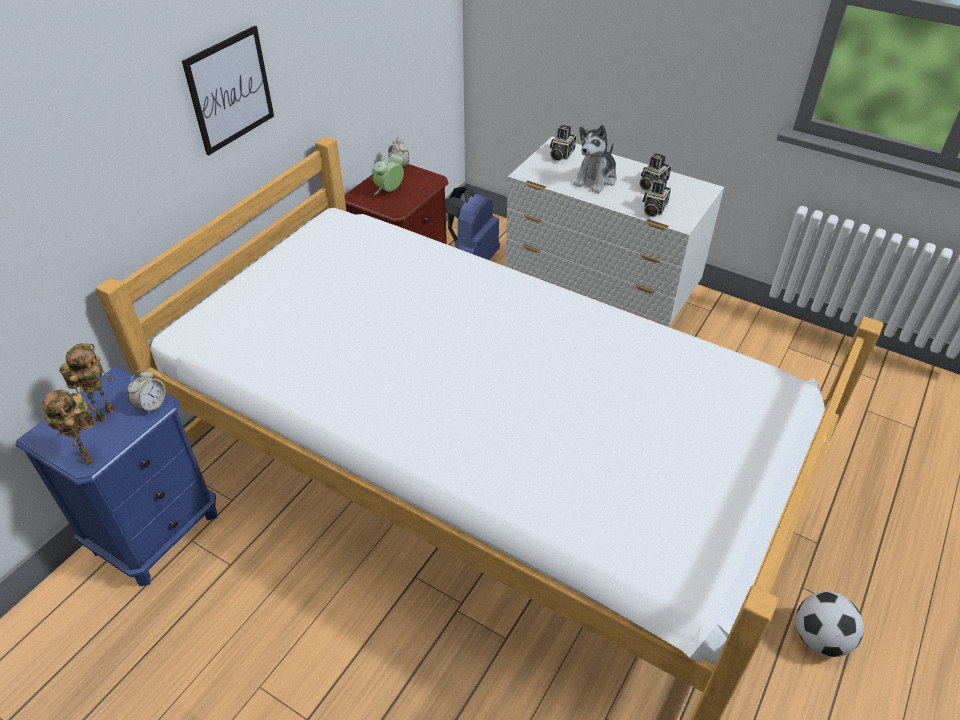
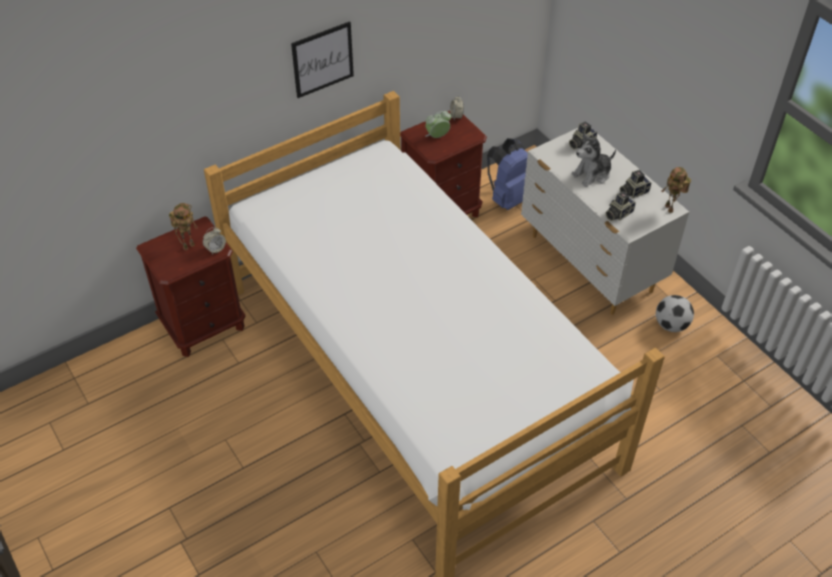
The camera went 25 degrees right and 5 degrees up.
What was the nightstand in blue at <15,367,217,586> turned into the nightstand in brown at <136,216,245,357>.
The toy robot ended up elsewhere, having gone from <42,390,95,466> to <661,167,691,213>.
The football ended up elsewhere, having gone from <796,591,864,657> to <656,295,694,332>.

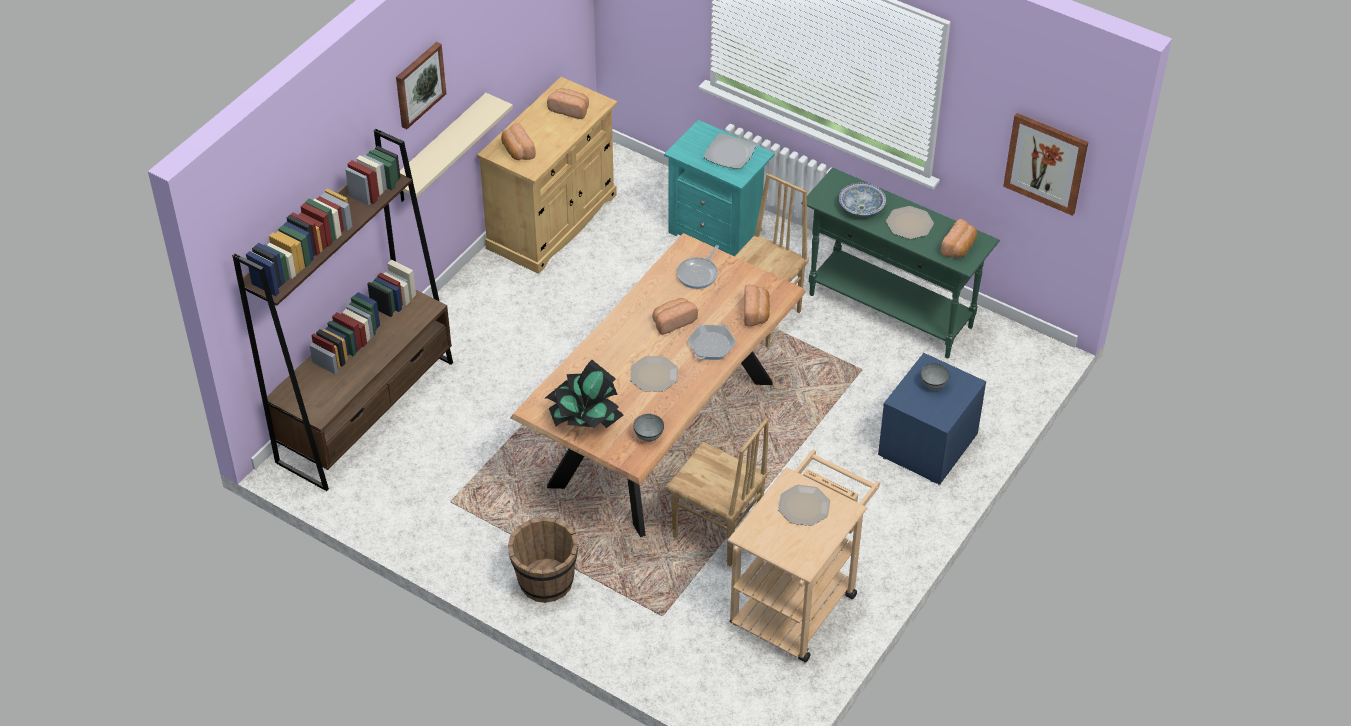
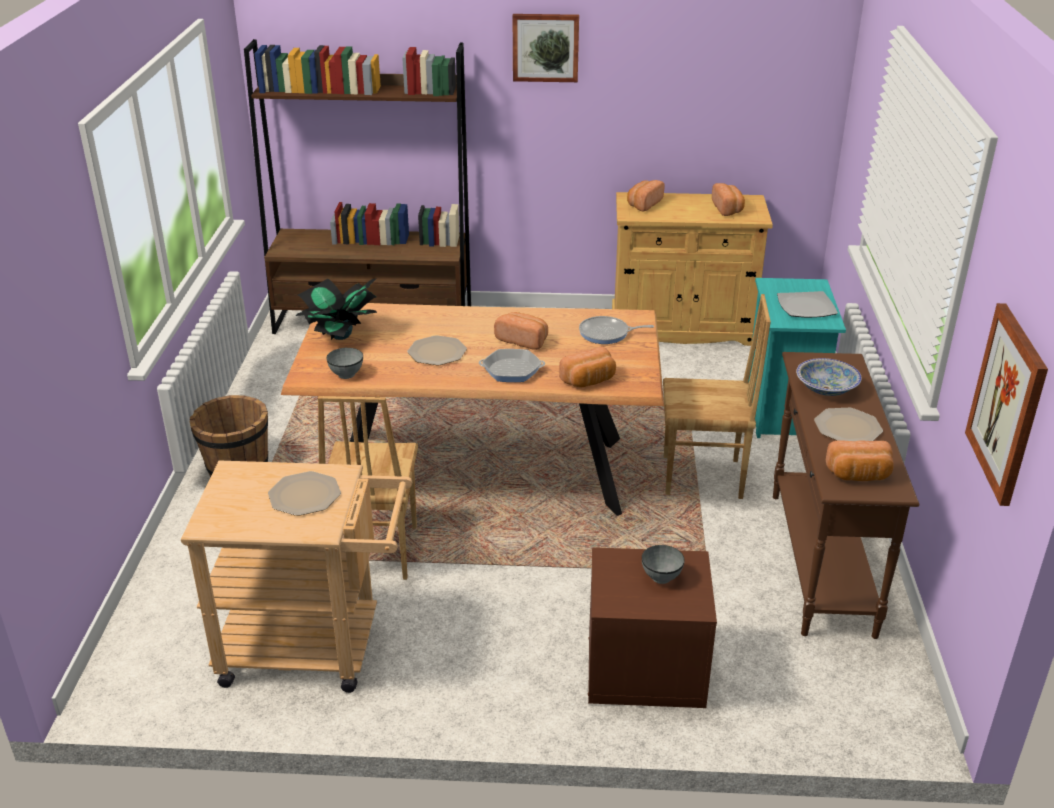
The camera went 60 degrees right and 15 degrees down.
The second view lost the shelf in beige at <400,93,513,202>.
What was the console table in green at <801,168,1000,358> turned into the console table in brown at <773,352,919,639>.
What was the nightstand in blue at <878,353,986,485> turned into the nightstand in brown at <588,547,717,708>.

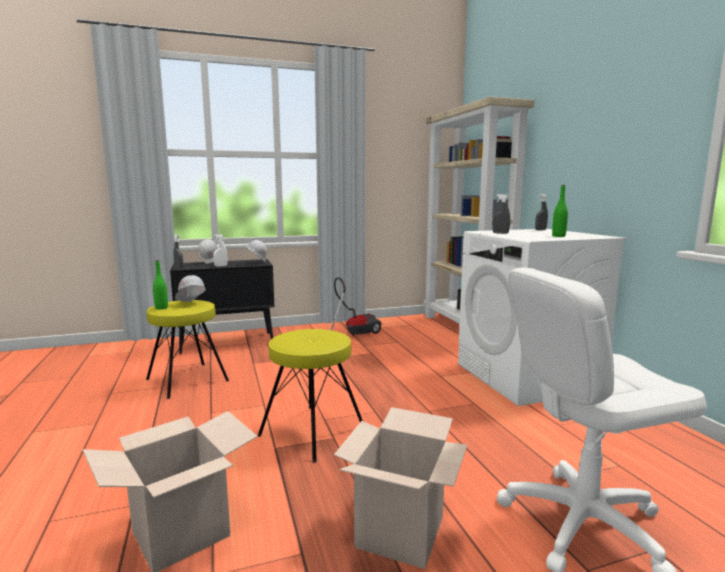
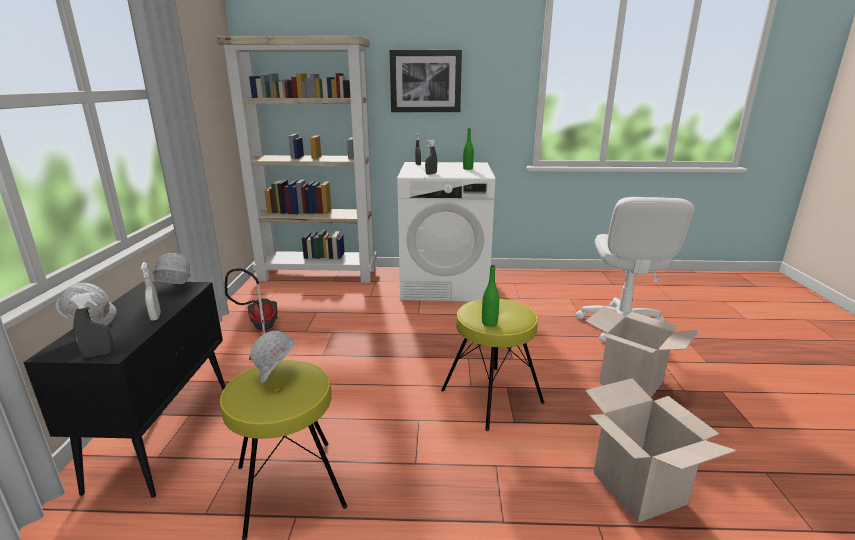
The camera went 70 degrees left and 10 degrees up.
The bottle in green ended up elsewhere, having gone from <153,260,168,310> to <482,265,499,327>.
The second view gained the picture at <389,50,462,112>.

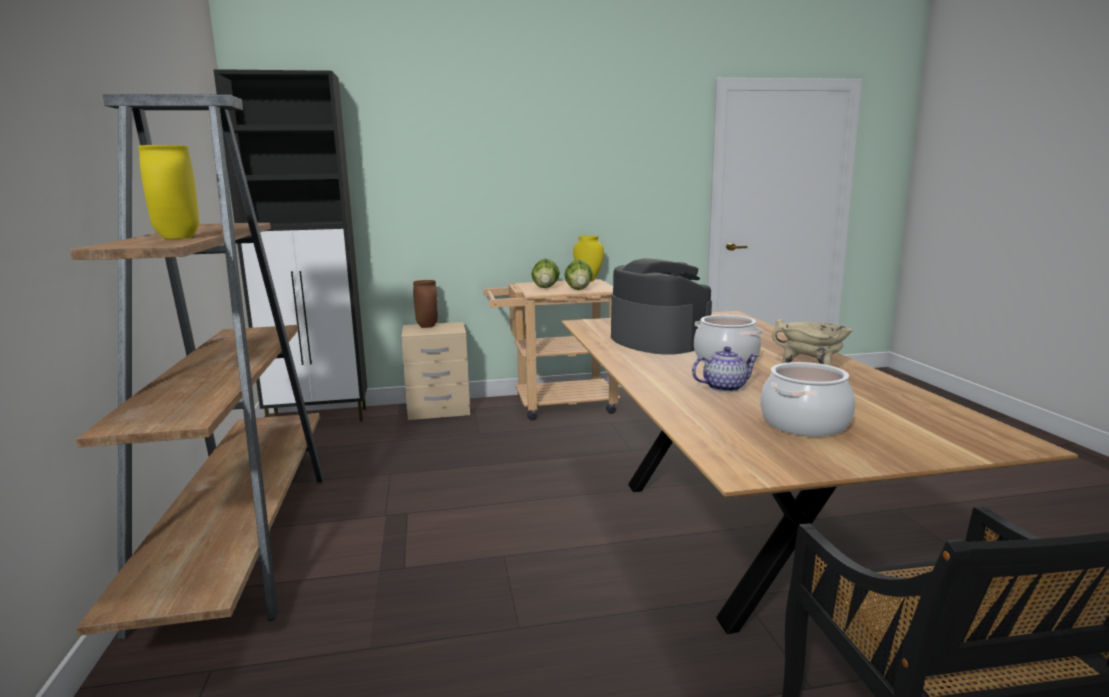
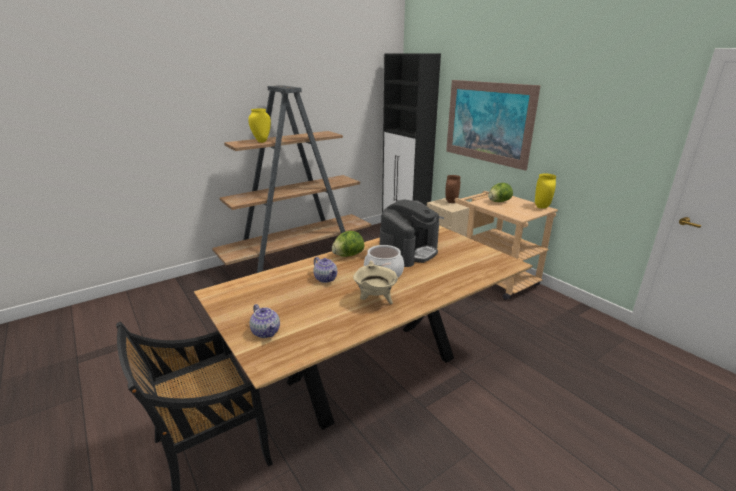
The camera went 65 degrees right and 10 degrees up.
The lettuce ended up elsewhere, having gone from <564,260,593,290> to <332,231,364,257>.
The second view lost the cooking pot at <760,362,855,437>.
The second view gained the picture at <446,80,540,171>.
The second view gained the teapot at <249,304,280,338>.

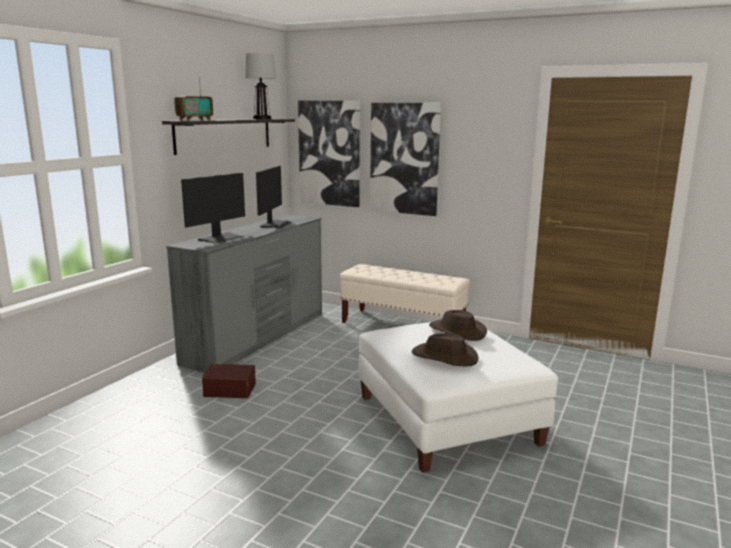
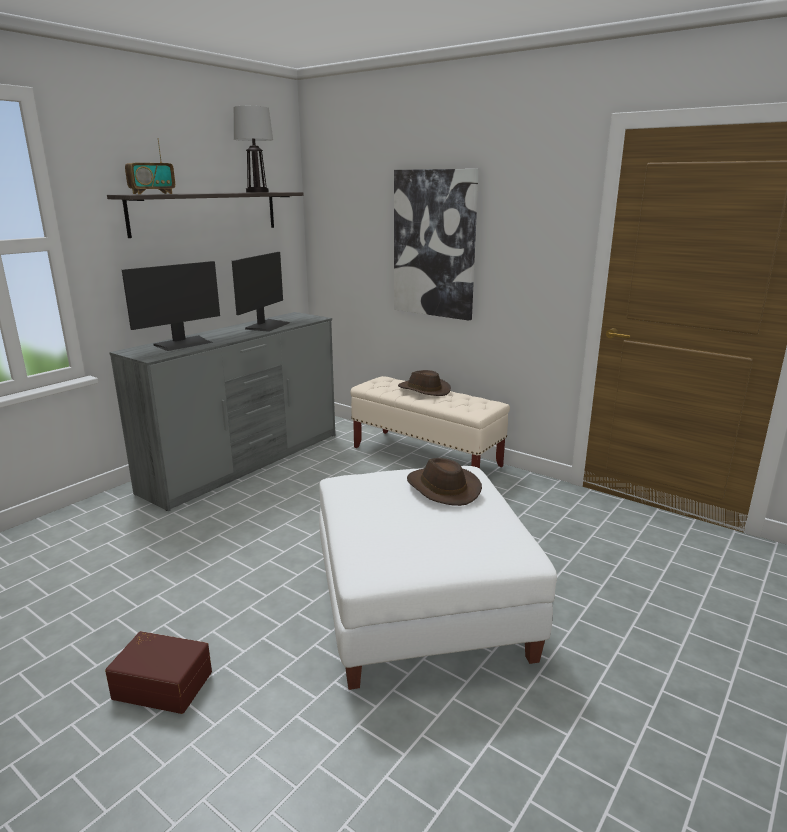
The camera went 10 degrees right and 5 degrees up.
The second view lost the picture at <298,101,360,207>.
The hat in brown ended up elsewhere, having gone from <412,333,478,366> to <398,370,451,396>.
The storage box in brown ended up elsewhere, having gone from <202,364,256,398> to <105,631,212,714>.

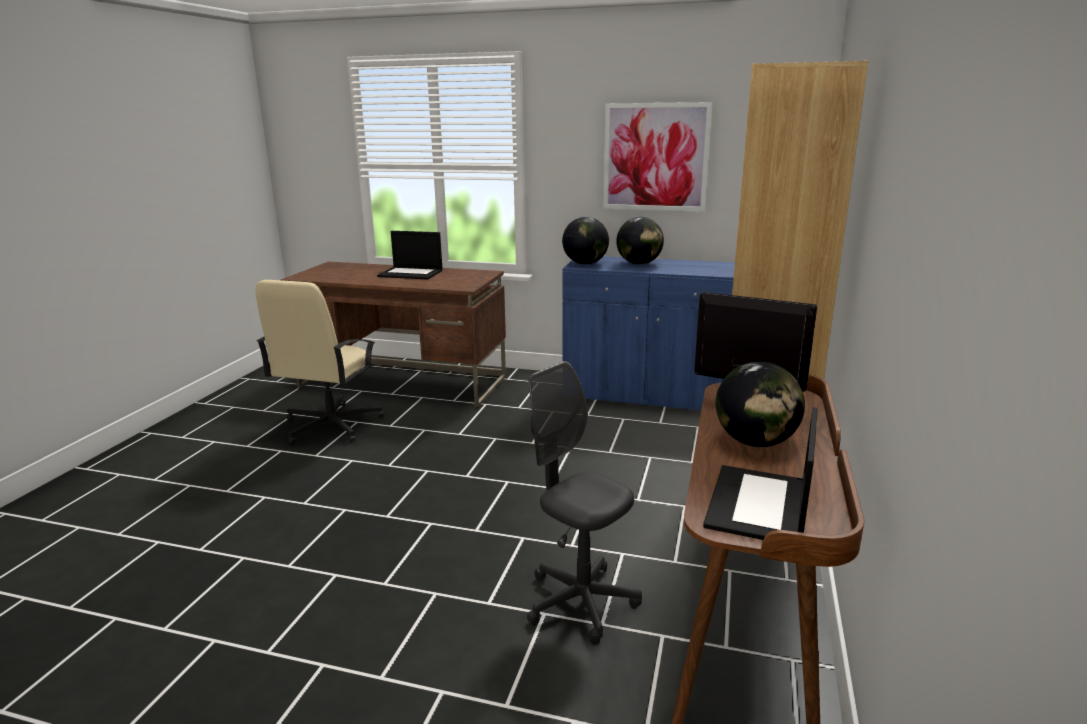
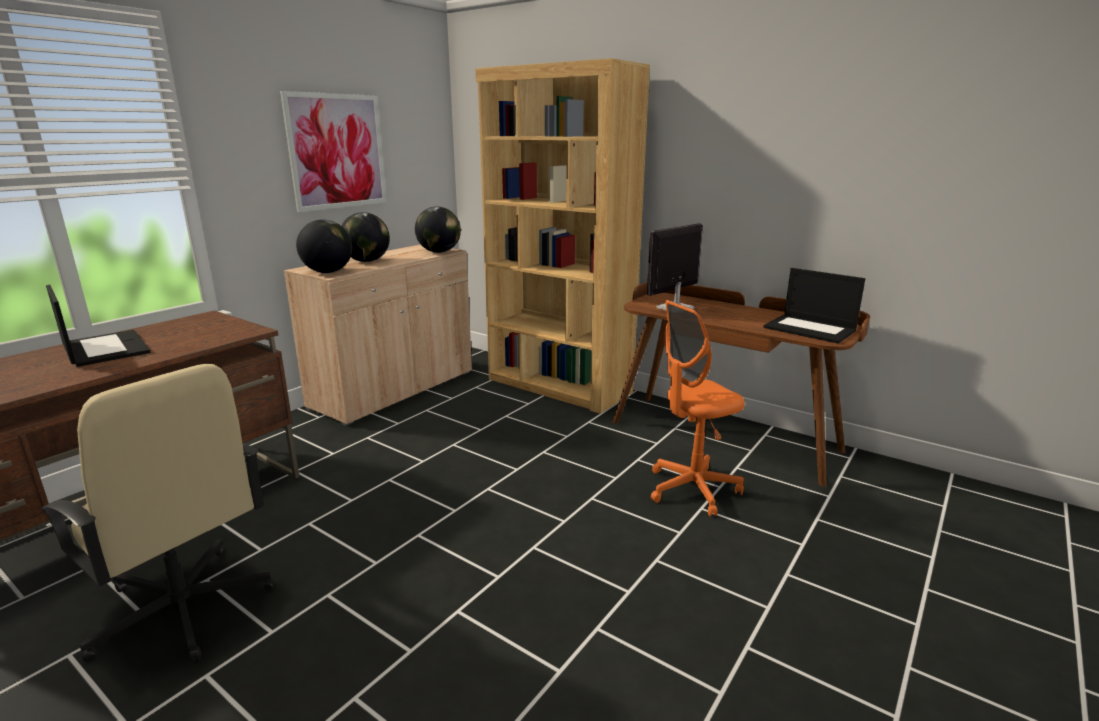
The camera went 70 degrees left and 0 degrees up.
The laptop at <377,231,442,279> ended up facing another way, 75 degrees counterclockwise from before.
What was the cabinet in blue at <562,256,735,410> turned into the cabinet in beige at <284,244,472,426>.
What was the office chair in grey at <527,361,642,645> turned into the office chair in orange at <651,300,744,516>.
The globe ended up elsewhere, having gone from <716,362,805,447> to <415,206,461,253>.

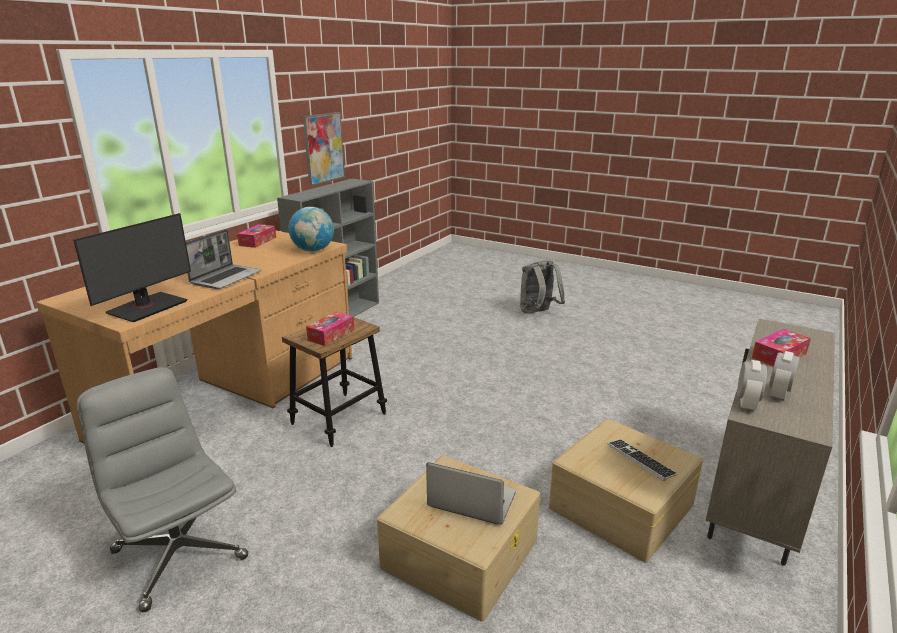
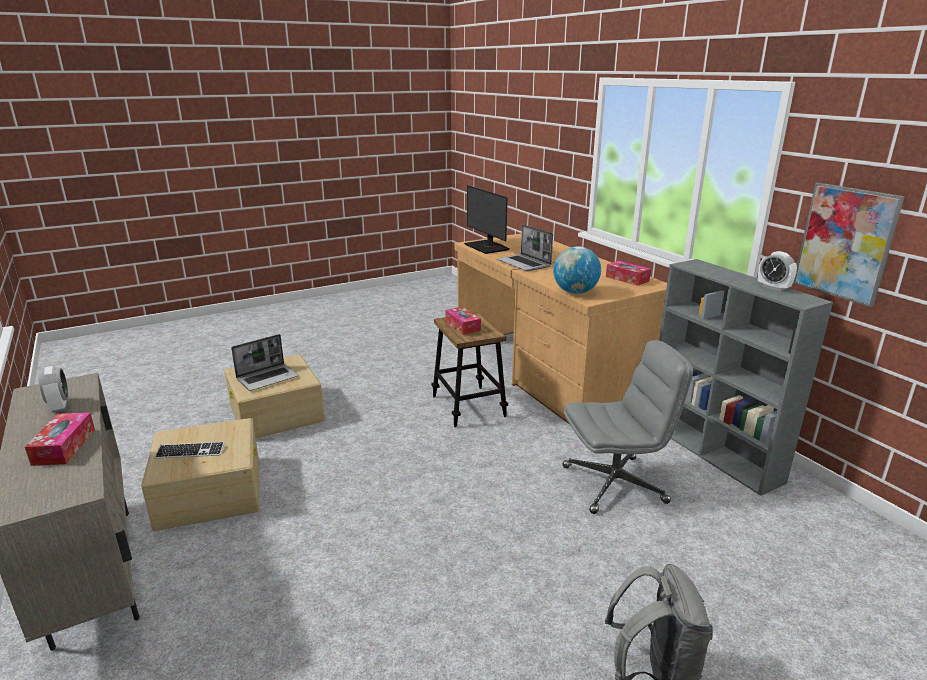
The camera went 120 degrees right and 0 degrees up.
The alarm clock ended up elsewhere, having gone from <737,360,767,412> to <758,251,797,291>.
The office chair in grey ended up elsewhere, having gone from <76,367,248,612> to <563,340,693,514>.

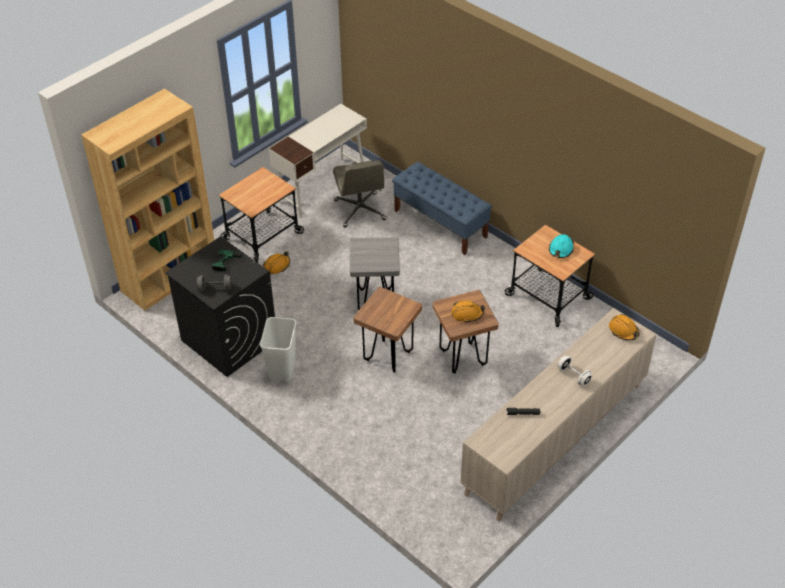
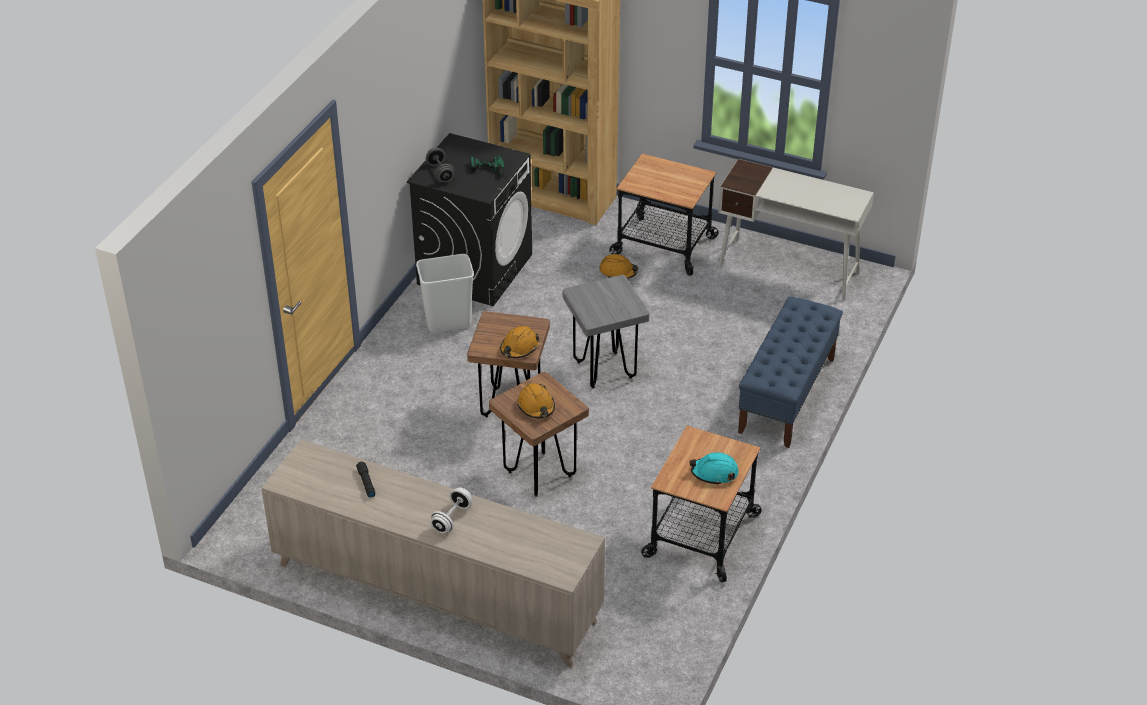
The camera went 70 degrees right and 5 degrees down.
The second view lost the office chair in grey at <333,160,387,227>.
The hard hat in orange ended up elsewhere, having gone from <609,314,640,340> to <500,326,539,358>.

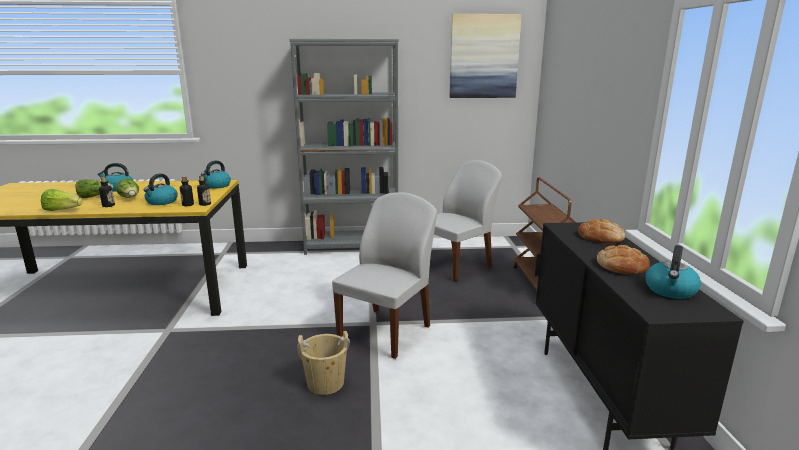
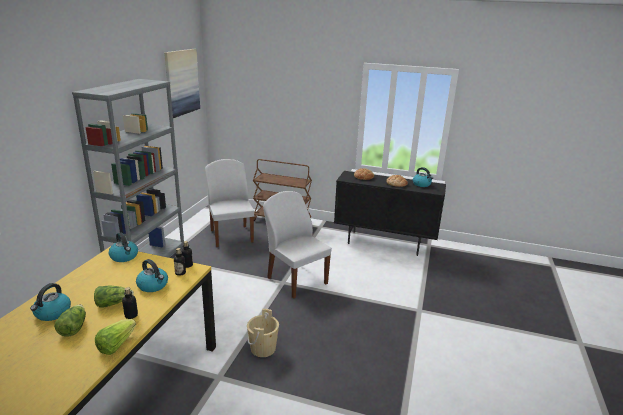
The camera went 70 degrees left and 5 degrees up.
The bucket in beige ended up elsewhere, having gone from <297,331,350,395> to <247,309,279,357>.

